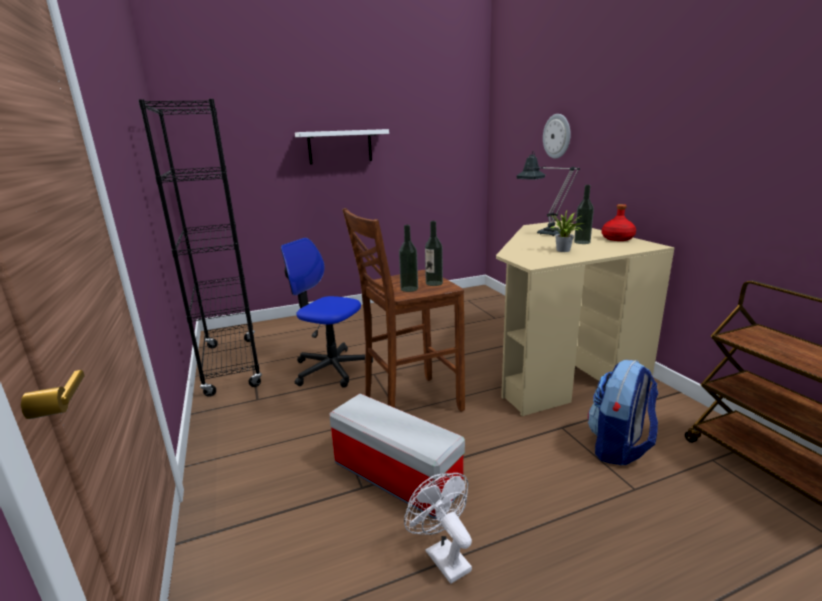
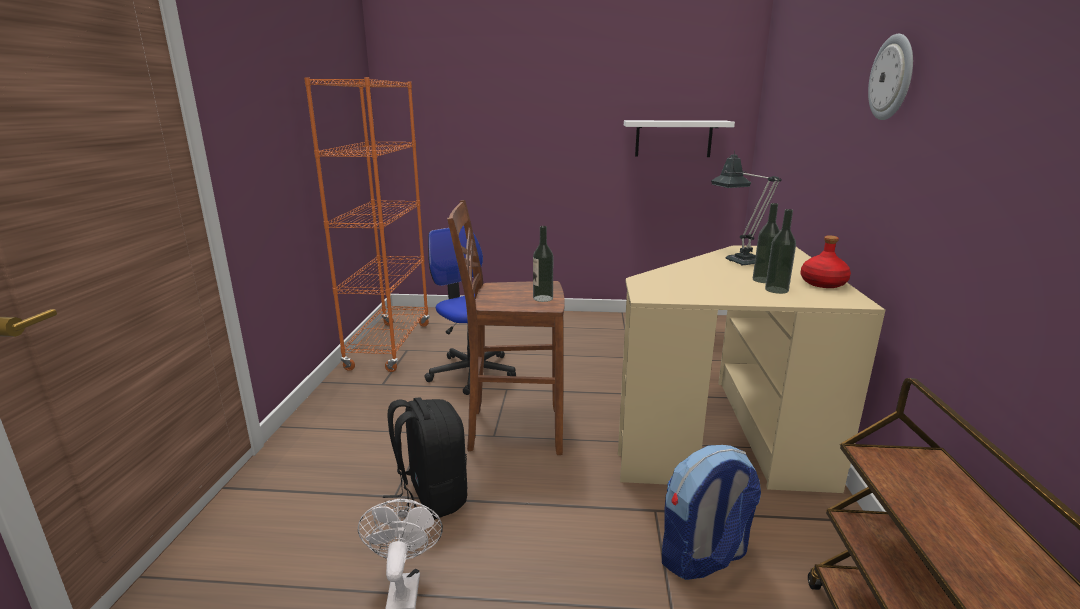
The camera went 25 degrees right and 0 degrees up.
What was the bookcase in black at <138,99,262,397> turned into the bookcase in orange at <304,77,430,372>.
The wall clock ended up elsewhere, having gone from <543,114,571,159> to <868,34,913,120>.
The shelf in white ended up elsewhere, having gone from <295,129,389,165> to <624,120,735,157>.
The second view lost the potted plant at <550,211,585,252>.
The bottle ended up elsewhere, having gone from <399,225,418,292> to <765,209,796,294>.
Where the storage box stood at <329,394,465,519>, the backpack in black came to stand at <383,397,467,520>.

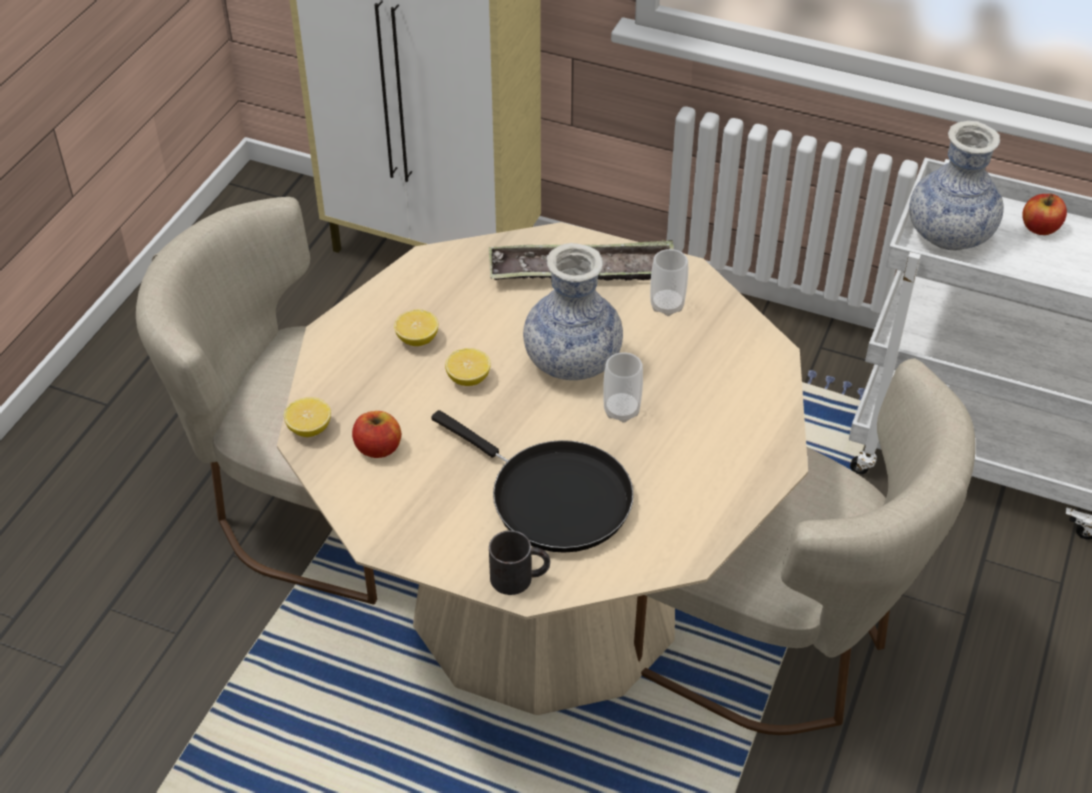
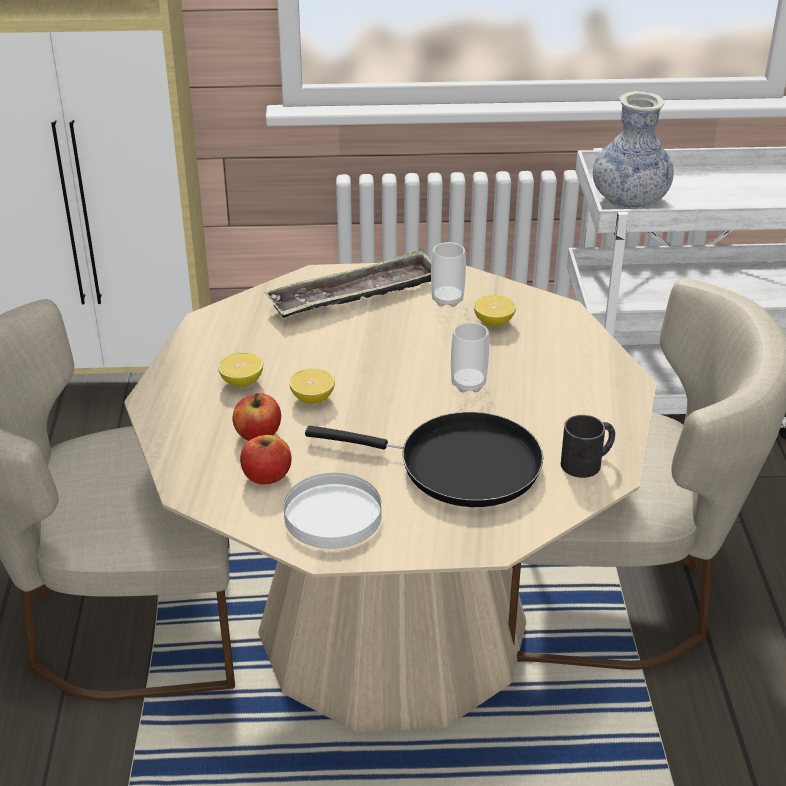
The camera went 25 degrees left and 10 degrees down.
The apple ended up elsewhere, having gone from <1022,193,1067,235> to <232,393,281,441>.
The second view lost the vase at <523,243,623,380>.
The lemon ended up elsewhere, having gone from <284,397,331,437> to <474,295,516,327>.
The mug in black ended up elsewhere, having gone from <489,530,550,595> to <561,415,615,478>.
The second view gained the plate in white at <284,473,382,549>.

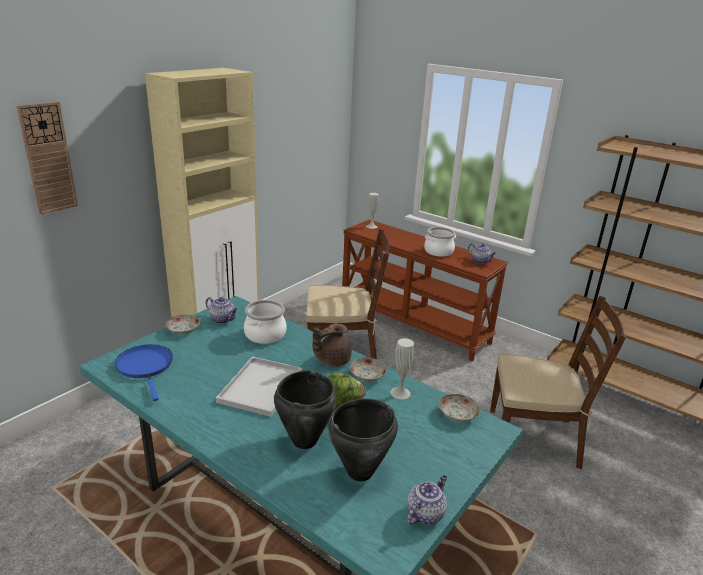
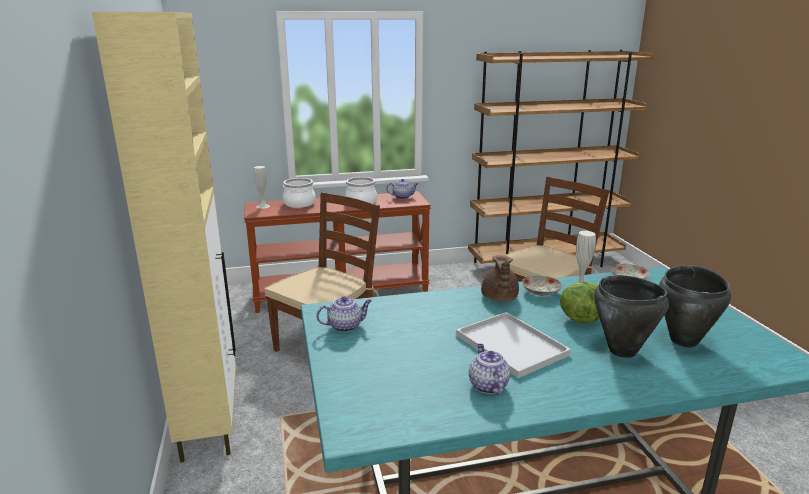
The camera went 50 degrees left and 5 degrees down.
The second view lost the wall clock at <16,101,78,215>.
The cooking pot ended up elsewhere, having gone from <244,300,287,344> to <283,178,316,208>.
The second view lost the plate at <165,315,200,334>.
The second view lost the frying pan in blue at <115,344,173,401>.
The teapot ended up elsewhere, having gone from <407,475,447,525> to <469,344,510,395>.

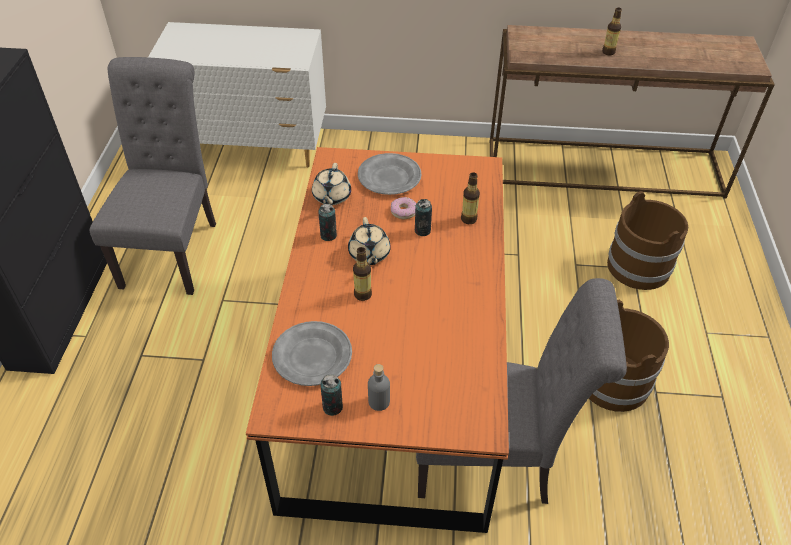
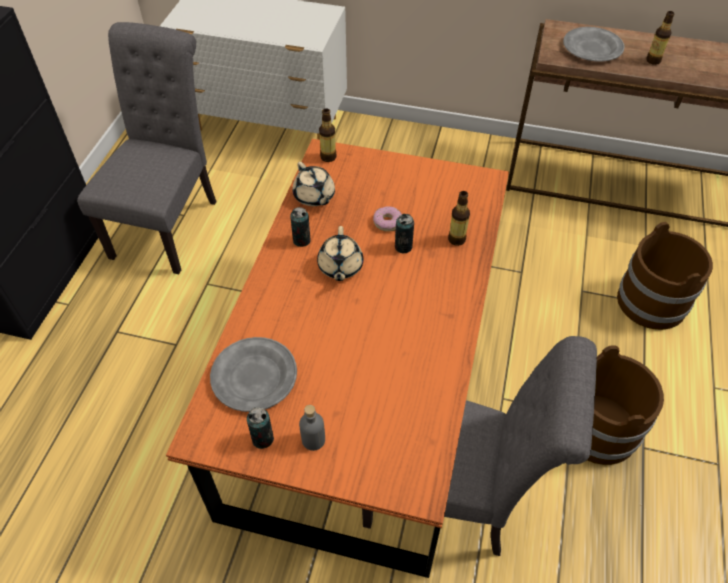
The camera went 10 degrees right and 5 degrees up.
The plate in grey ended up elsewhere, having gone from <358,153,422,195> to <563,27,624,62>.
The teapot in beige at <312,163,351,205> ended up facing another way, 45 degrees counterclockwise from before.
The bottle ended up elsewhere, having gone from <353,247,372,301> to <319,108,337,162>.

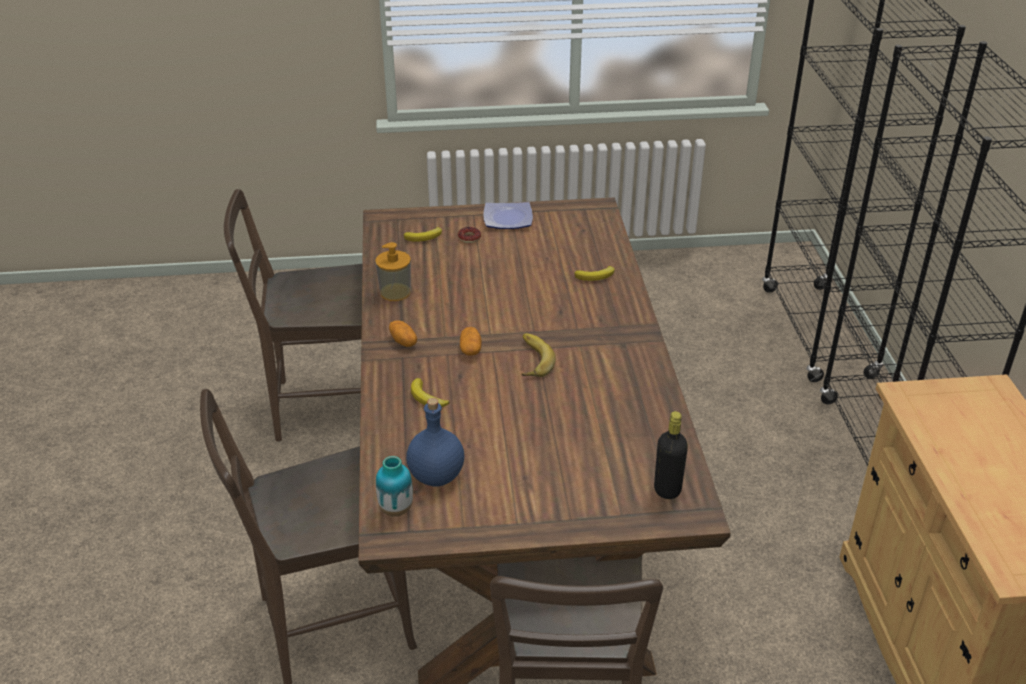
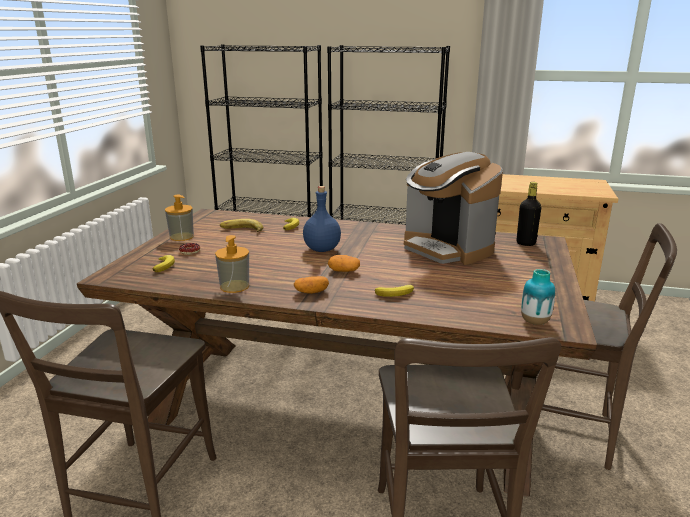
The camera went 70 degrees left and 15 degrees down.
Where the plate stood at <483,202,533,229>, the soap dispenser came to stand at <165,195,194,241>.
The banana ended up elsewhere, having gone from <522,333,556,377> to <220,219,263,232>.
The bottle in blue ended up elsewhere, having gone from <406,398,465,487> to <303,186,341,252>.
The second view gained the coffee machine at <404,152,503,265>.

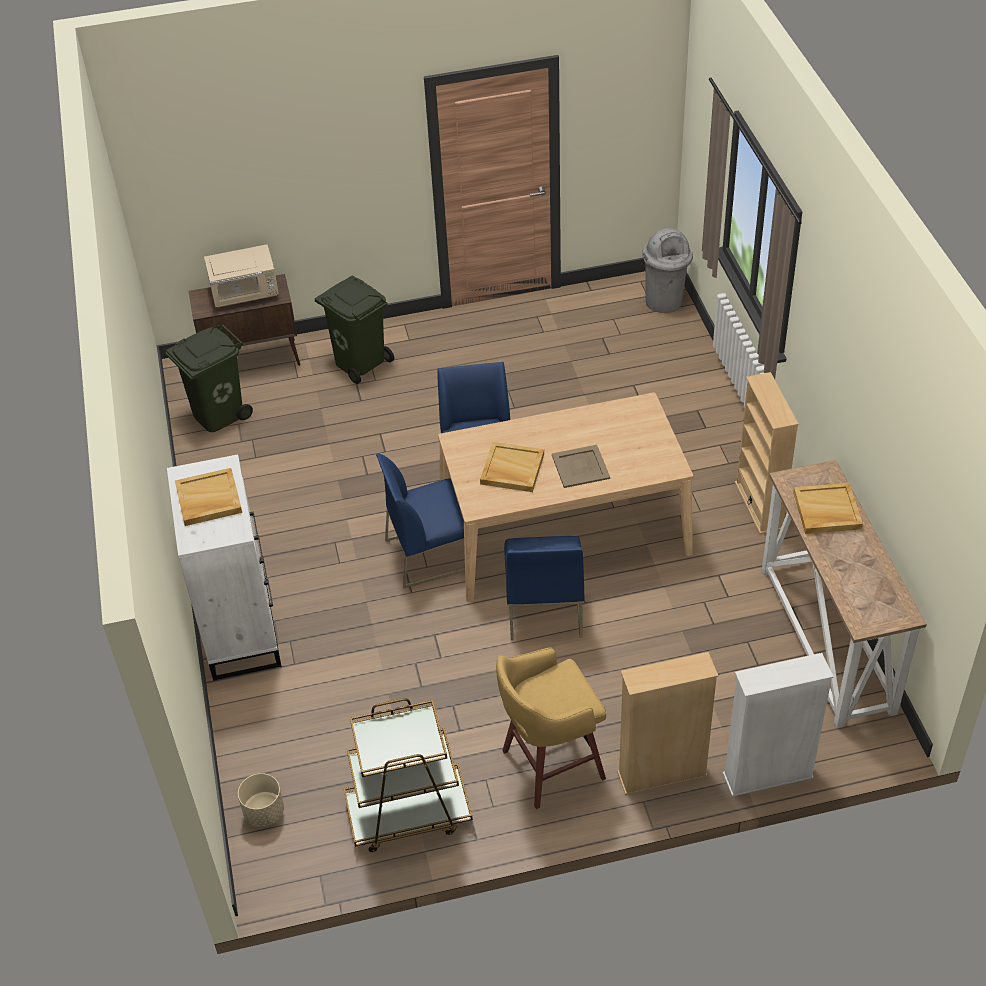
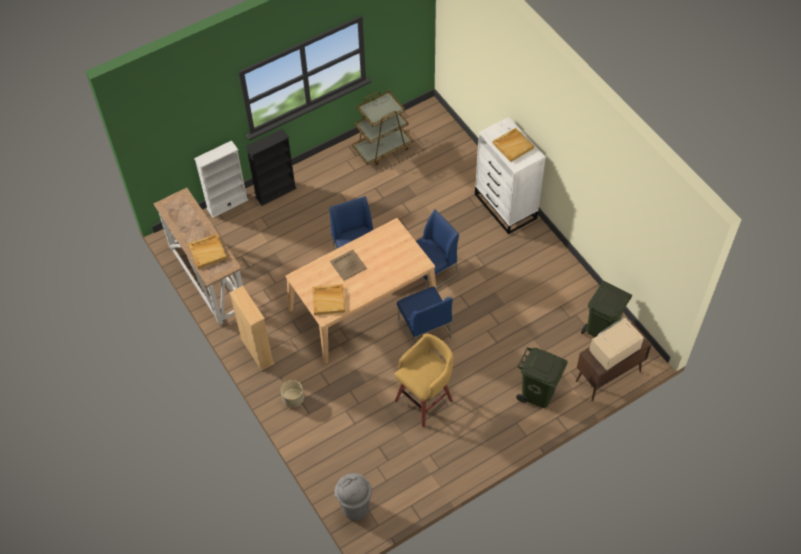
The camera went 160 degrees right and 10 degrees up.
The tray in beige ended up elsewhere, having gone from <480,442,544,492> to <312,284,345,315>.
The stool in yellow ended up elsewhere, having gone from <496,648,606,809> to <395,333,454,427>.
What was the bookcase in beige at <617,652,718,795> turned into the bookcase in black at <245,129,297,206>.
The planter in beige ended up elsewhere, having gone from <238,773,284,827> to <281,380,304,408>.

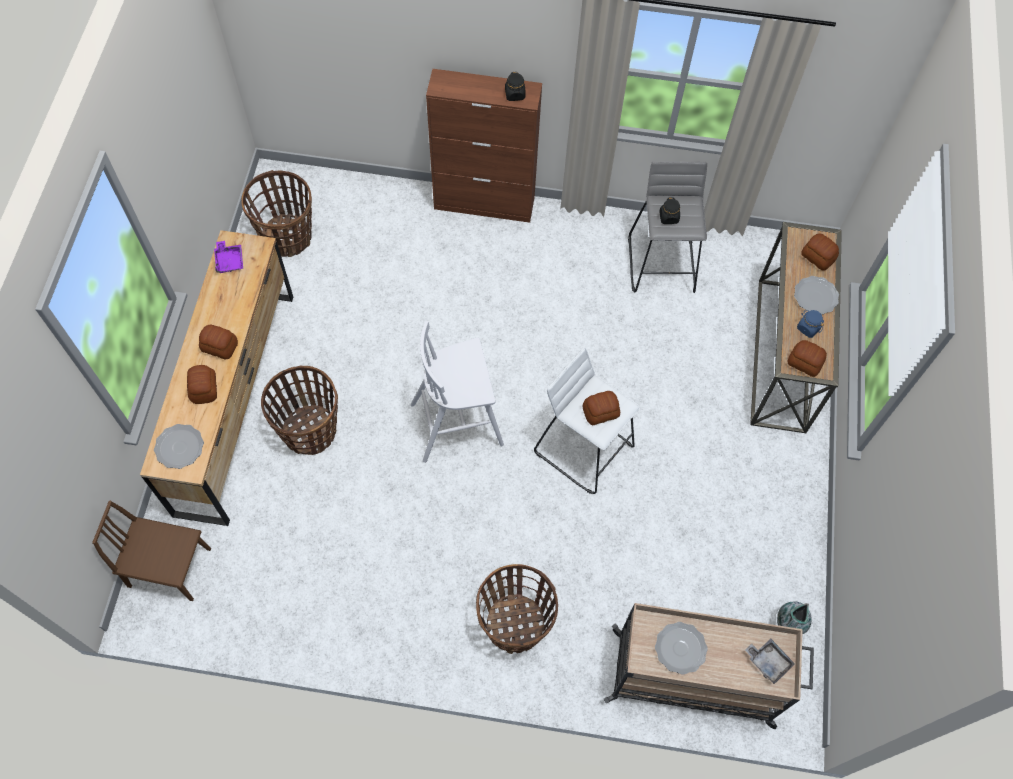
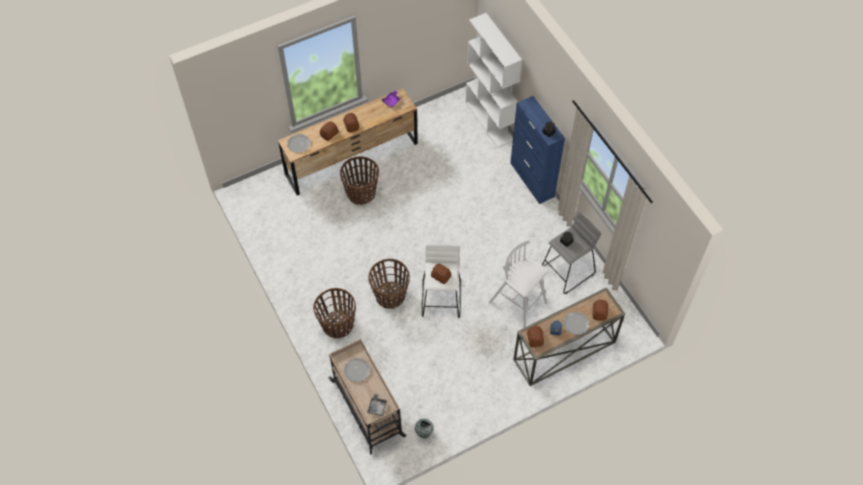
The camera went 55 degrees right and 5 degrees down.
What was the cabinet in brown at <426,69,542,223> turned into the cabinet in blue at <510,96,565,204>.
The basket ended up elsewhere, having gone from <241,170,312,257> to <368,259,410,309>.
The stool in white ended up elsewhere, having gone from <411,321,504,463> to <489,239,549,328>.
The second view lost the chair in brown at <92,501,211,601>.
The second view gained the bookcase in white at <466,13,522,148>.

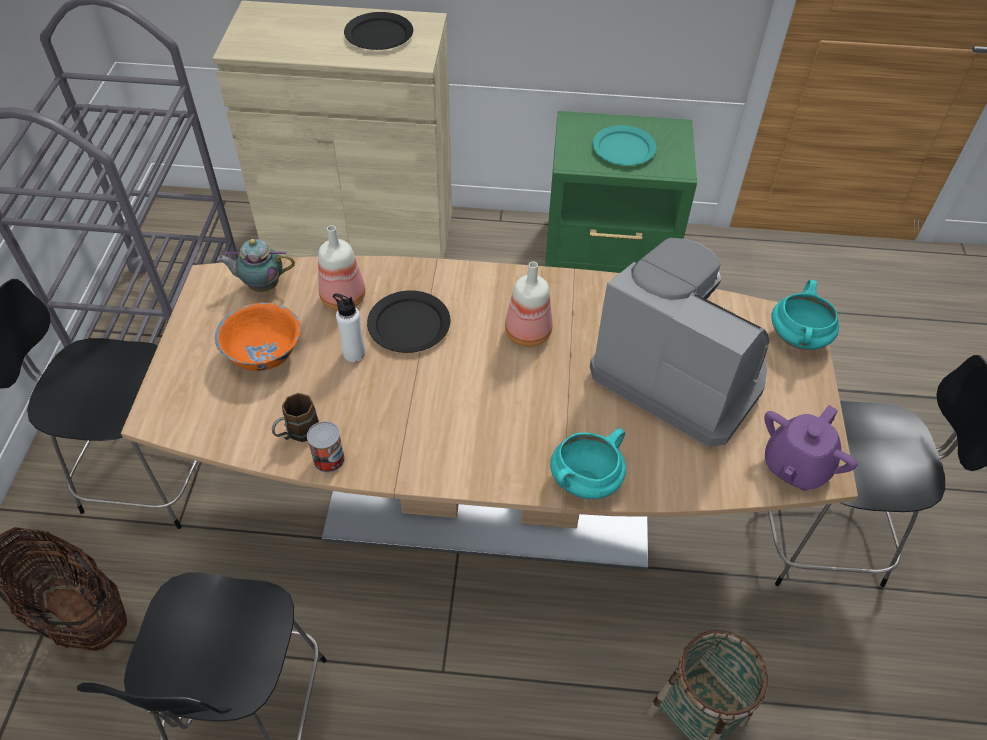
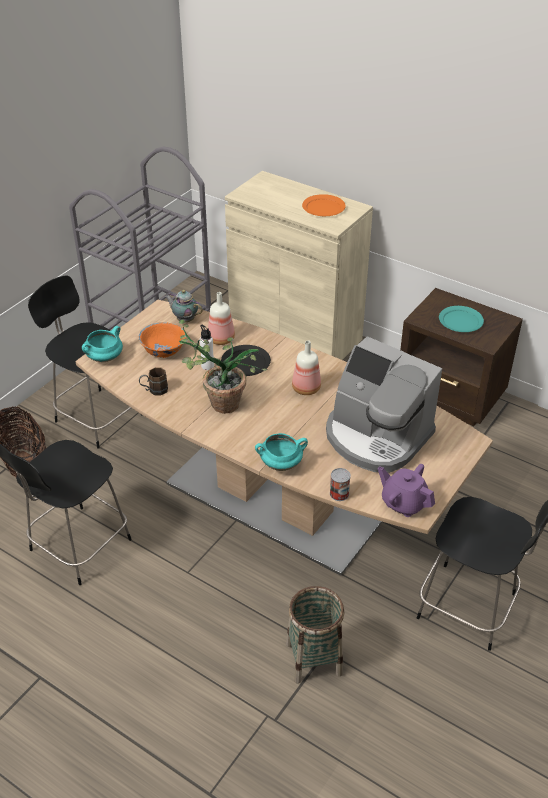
The camera went 30 degrees right and 10 degrees down.
What was the plate in black at <344,12,413,50> turned into the plate in orange at <302,194,346,216>.
What was the nightstand in green at <545,111,697,273> turned into the nightstand in brown at <400,288,523,426>.
The coffee machine at <590,238,769,447> ended up facing another way, 150 degrees clockwise from before.
The cooking pot in turquoise ended up elsewhere, having gone from <771,280,839,350> to <82,326,123,362>.
The teapot in purple at <764,405,858,491> ended up facing another way, 60 degrees clockwise from before.
The can ended up elsewhere, having gone from <307,421,345,473> to <330,468,351,501>.
The second view gained the potted plant at <179,320,267,414>.

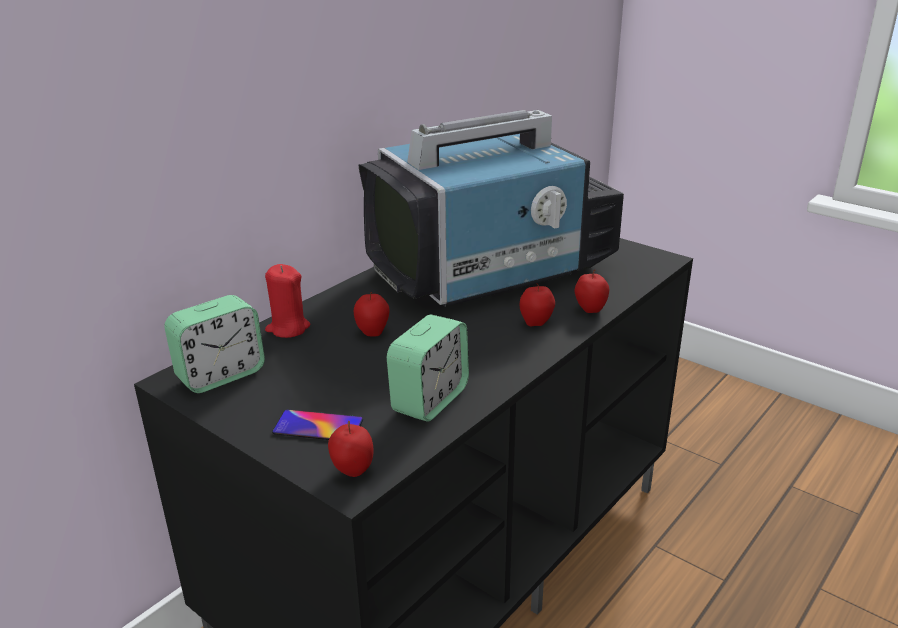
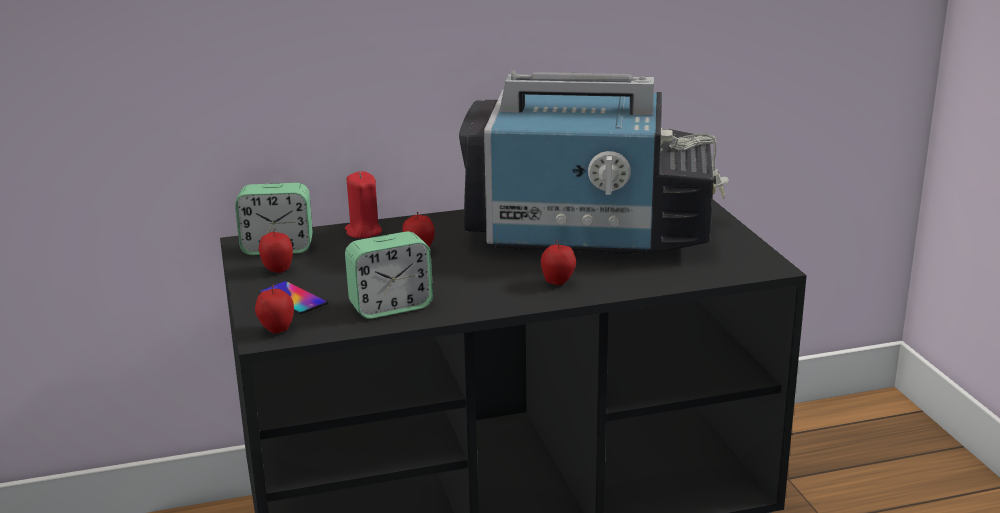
The camera went 35 degrees right and 5 degrees down.
The apple ended up elsewhere, having gone from <575,270,609,313> to <259,228,293,273>.

